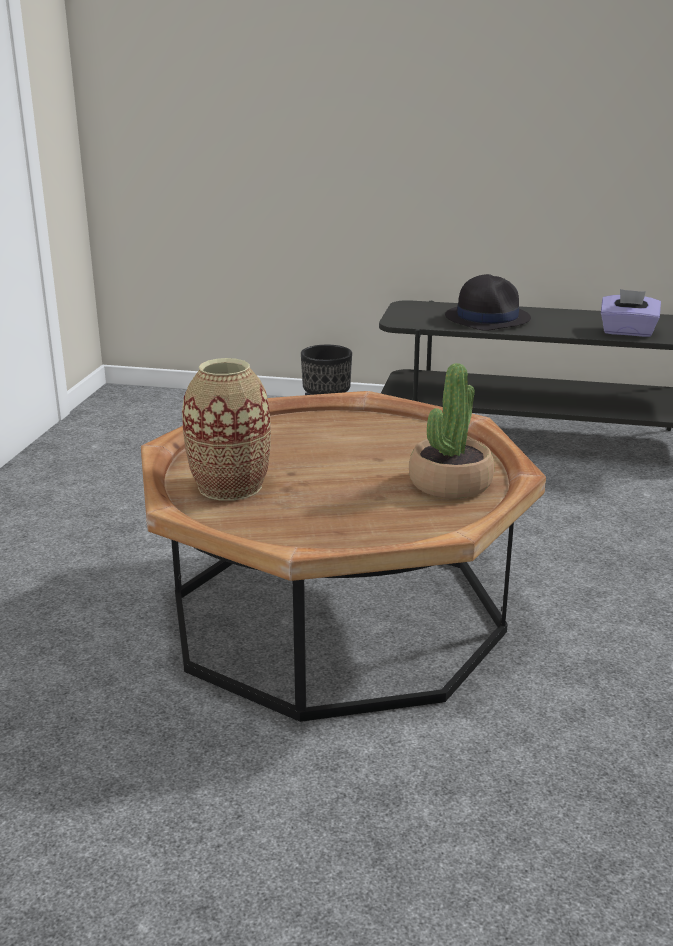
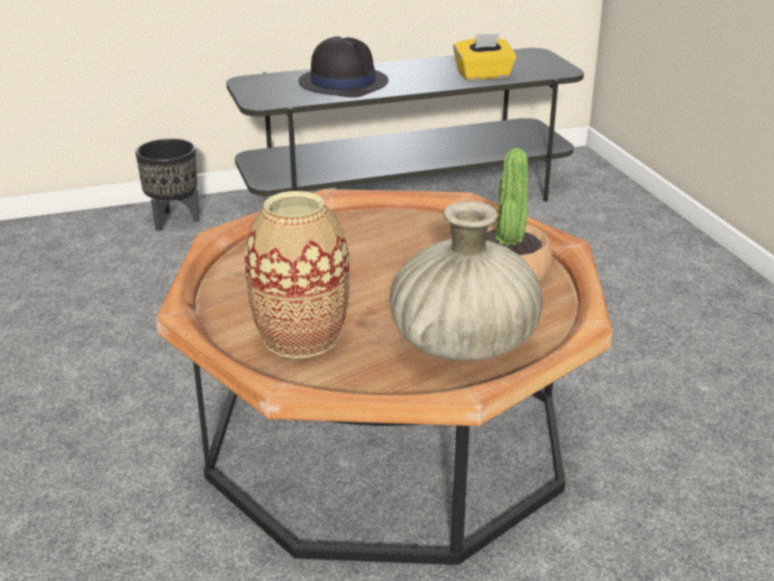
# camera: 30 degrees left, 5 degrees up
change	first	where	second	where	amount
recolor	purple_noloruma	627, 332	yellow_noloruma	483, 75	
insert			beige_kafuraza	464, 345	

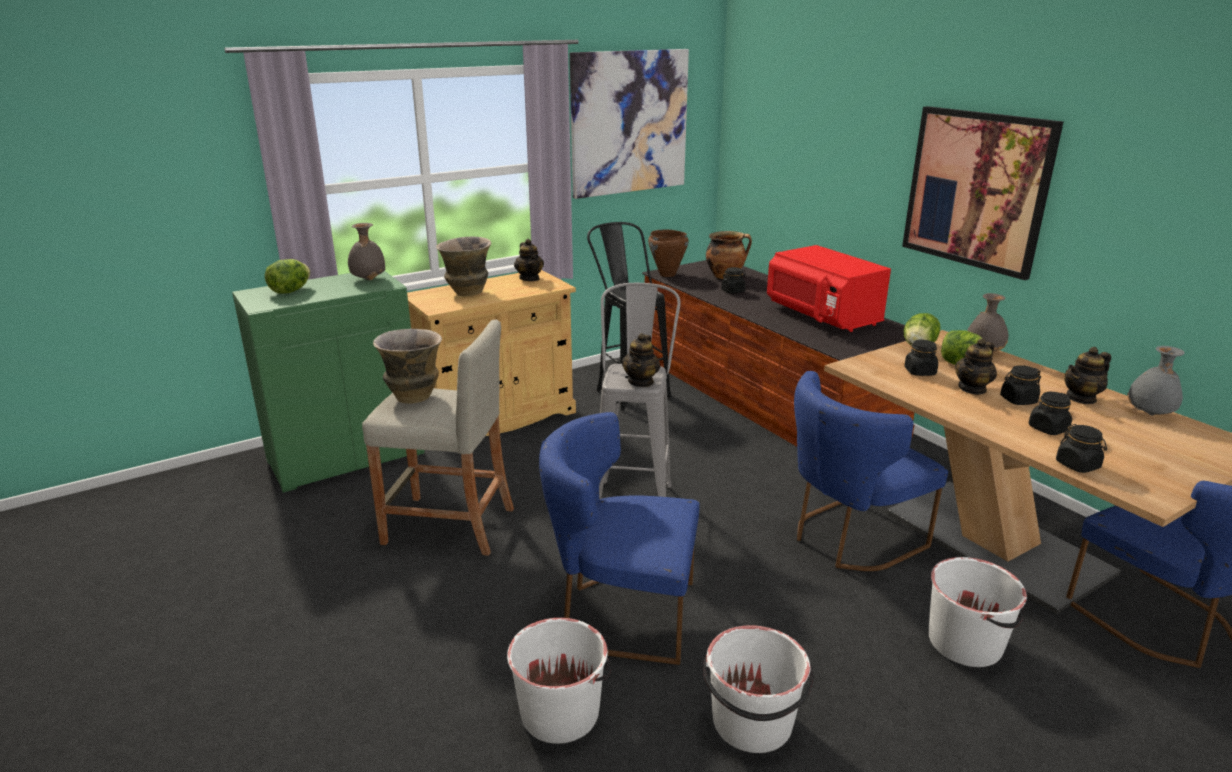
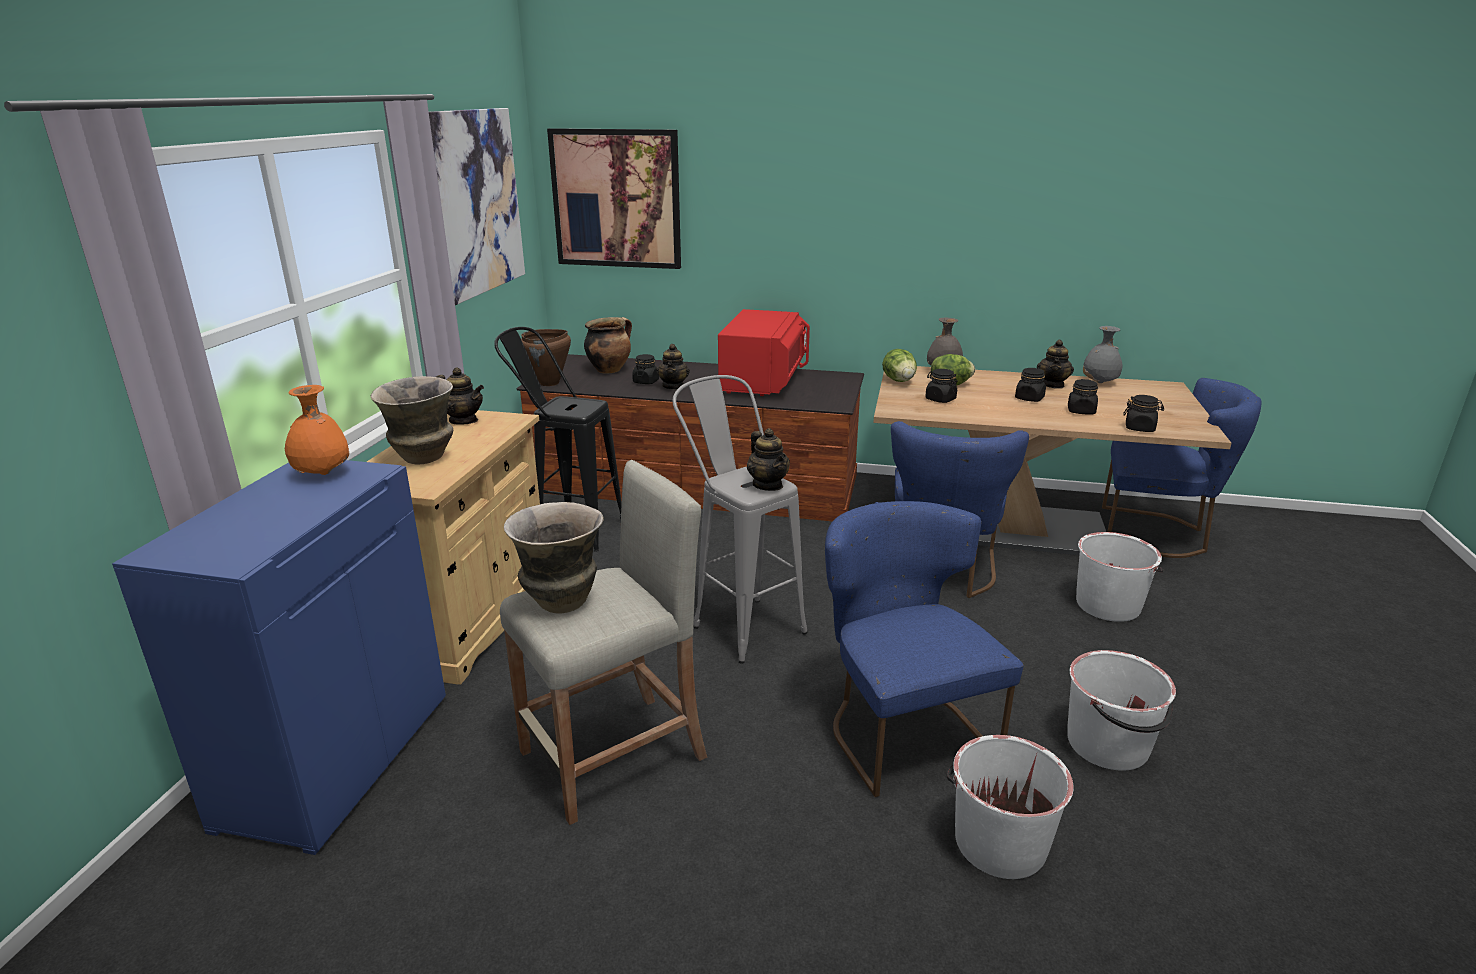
# camera: 45 degrees left, 0 degrees up
change	first	where	second	where	amount
recolor	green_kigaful	346, 456	blue_kigaful	336, 758	
delete	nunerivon	290, 291			
recolor	grey_kafuraza	368, 279	orange_kafuraza	322, 474	
rotate	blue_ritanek	621, 613		901, 729	105 degrees clockwise
rotate	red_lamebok	822, 316		763, 382	90 degrees counterclockwise
move	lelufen	976, 190		616, 199	
move	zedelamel	972, 389		673, 386	

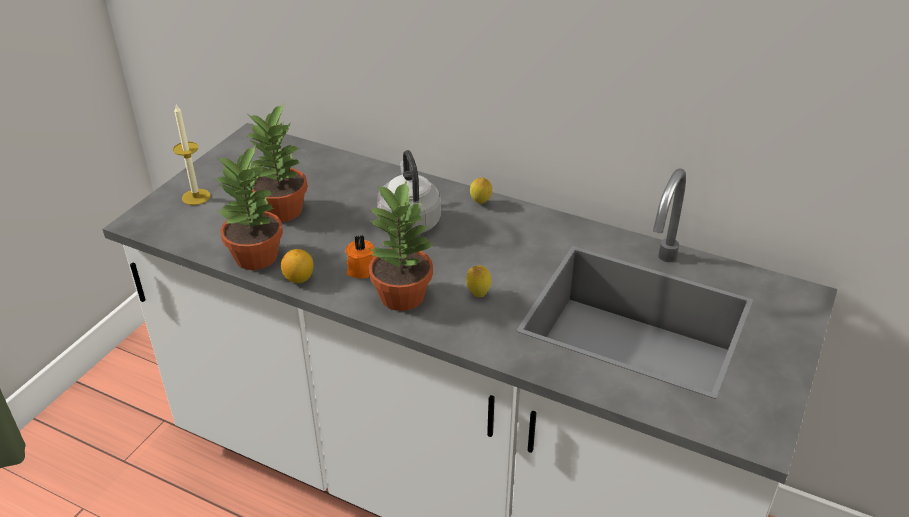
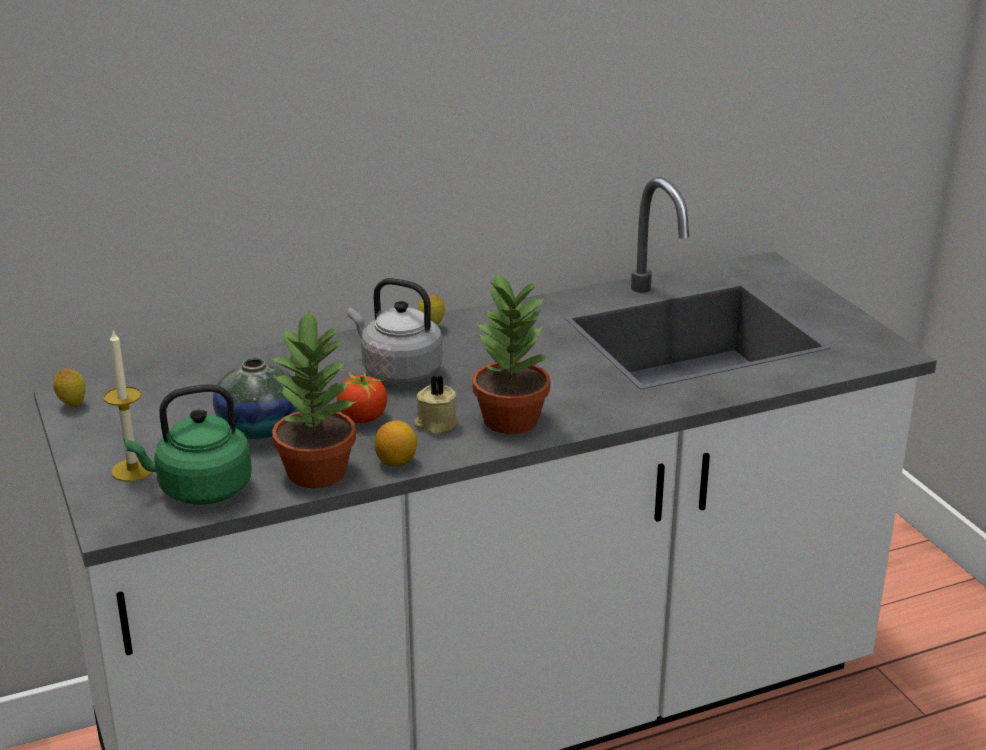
# camera: 50 degrees left, 10 degrees down
change	first	where	second	where	amount
replace	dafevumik	283, 211	kafuraza	259, 428	
recolor	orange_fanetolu	361, 269	beige_fanetolu	435, 424	
move	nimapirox	478, 294		72, 405	
insert			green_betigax	200, 489	
insert			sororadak	362, 418	

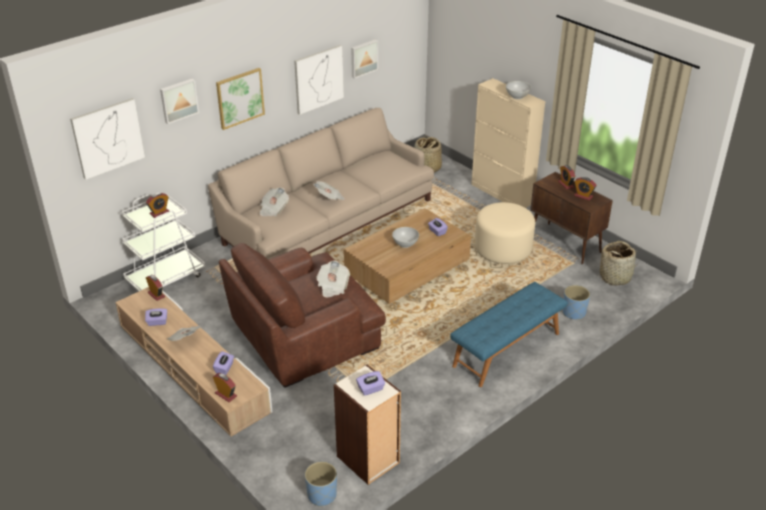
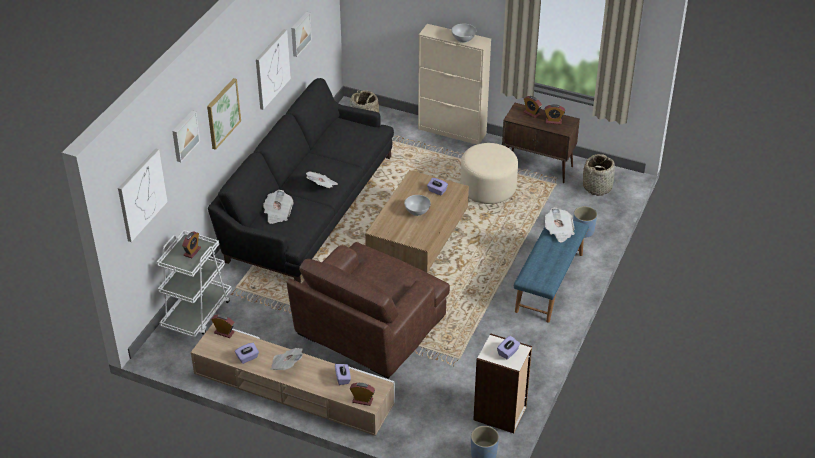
# camera: 25 degrees left, 5 degrees up
change	first	where	second	where	amount
recolor	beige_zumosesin	327, 220	black_zumosesin	308, 206	
move	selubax	332, 287		559, 231	

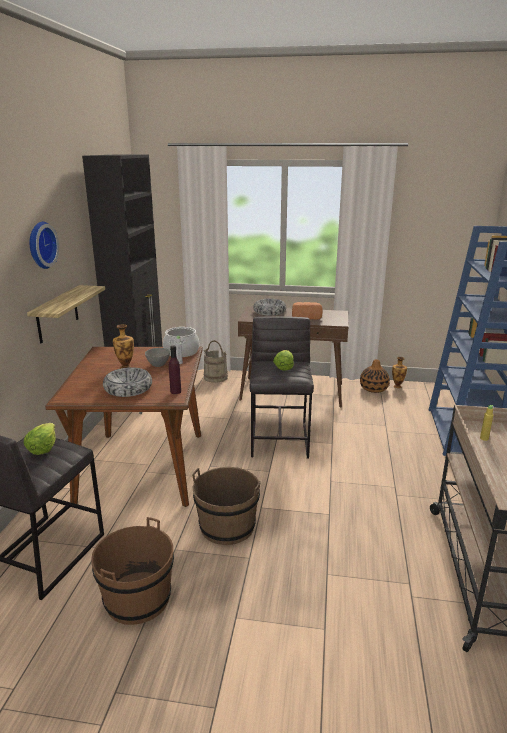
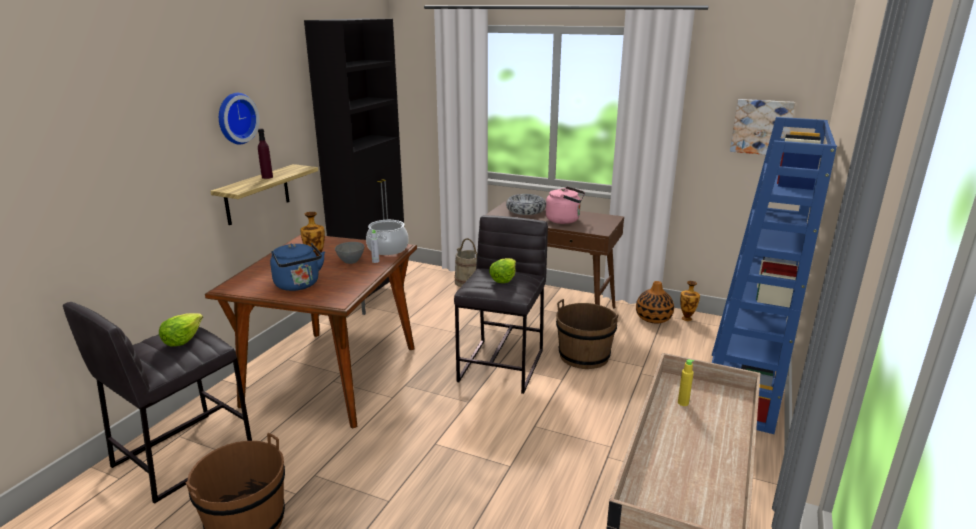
# camera: 15 degrees right, 0 degrees up
change	first	where	second	where	amount
replace	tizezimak	128, 389	blue_betigax	298, 285	
move	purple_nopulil	175, 391		267, 177	
move	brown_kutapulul	227, 527		584, 356	
replace	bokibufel	306, 317	pink_betigax	565, 220	
insert			lelufen	761, 127	

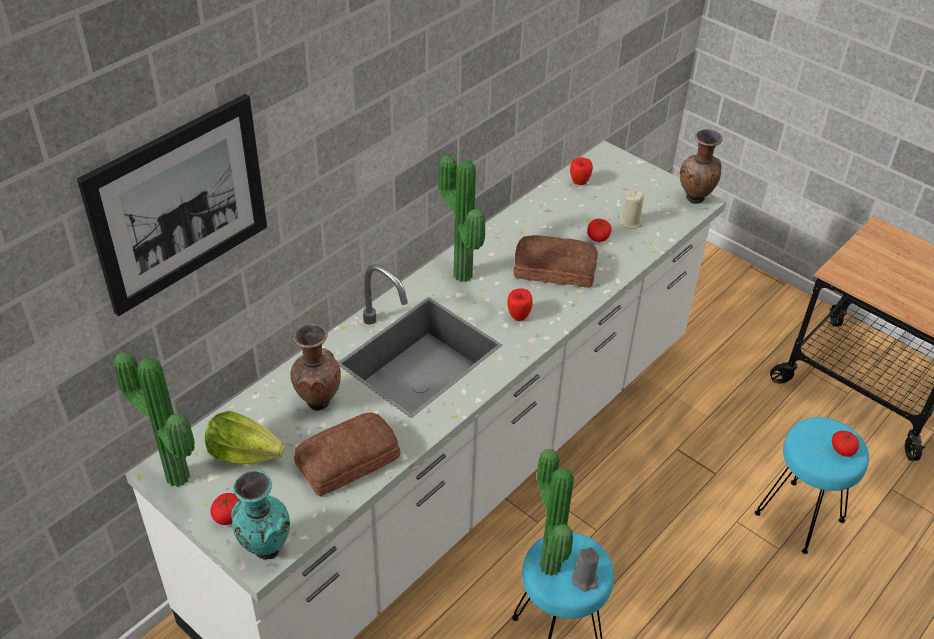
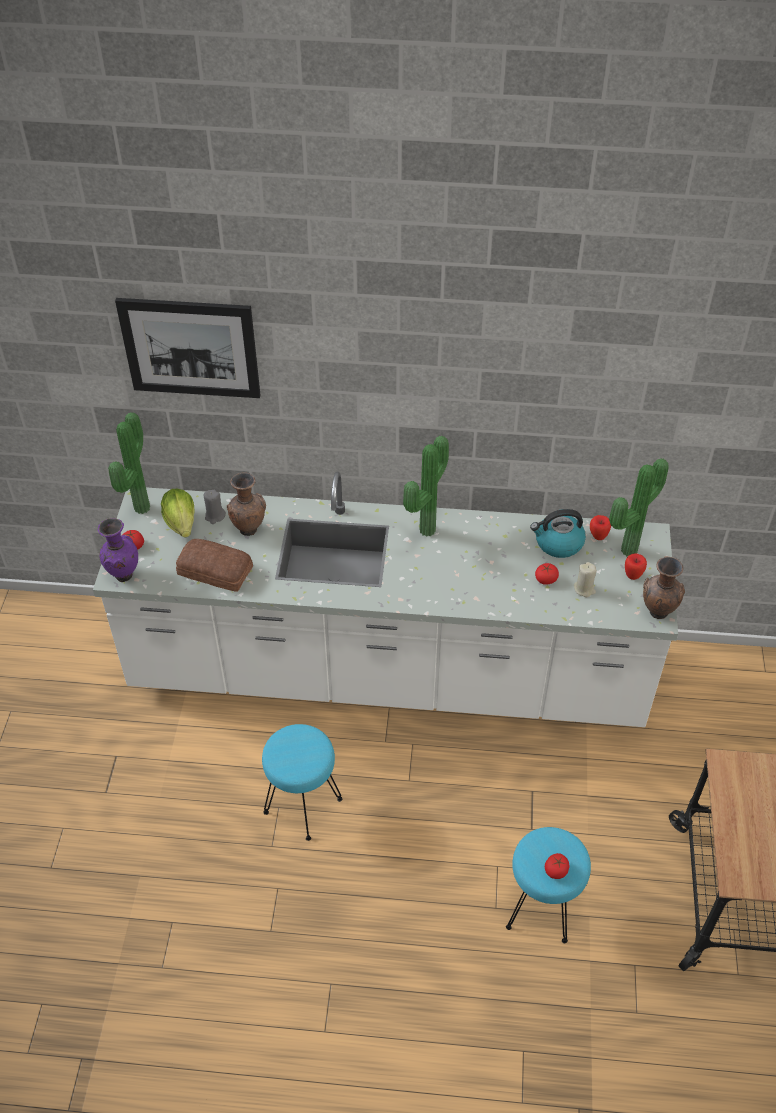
# camera: 55 degrees right, 5 degrees up
change	first	where	second	where	amount
recolor	turquoise_kafuraza	264, 549	purple_kafuraza	123, 575	
move	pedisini	518, 316		633, 575	
delete	bokibufel	554, 268			
move	dafevumik	546, 567		626, 549	
move	grey_fanetolu	585, 579		215, 516	
insert			betigax	558, 543	

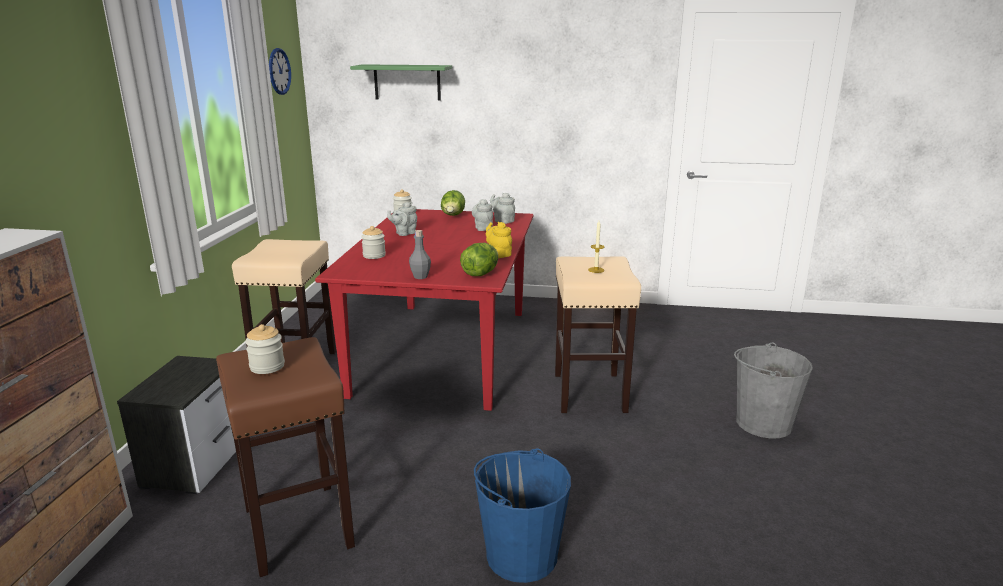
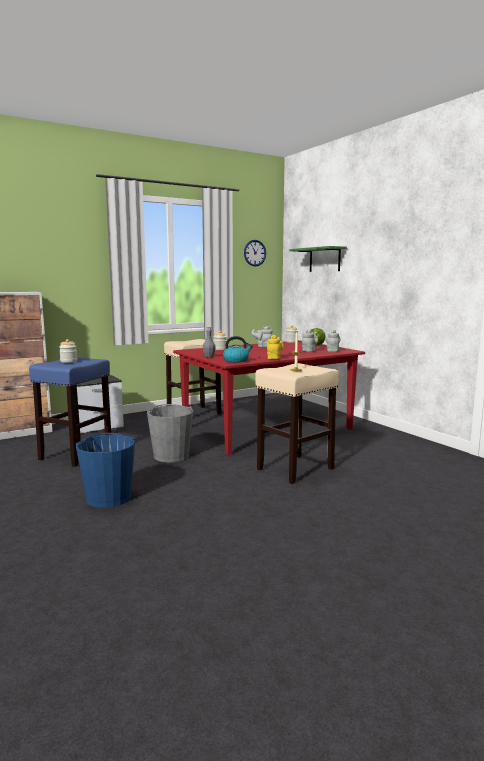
# camera: 50 degrees right, 10 degrees down
change	first	where	second	where	amount
recolor	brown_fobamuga	297, 526	blue_fobamuga	76, 454	
replace	nunerivon	480, 274	betigax	236, 360	
move	grey_kutapulul	763, 423		171, 455	

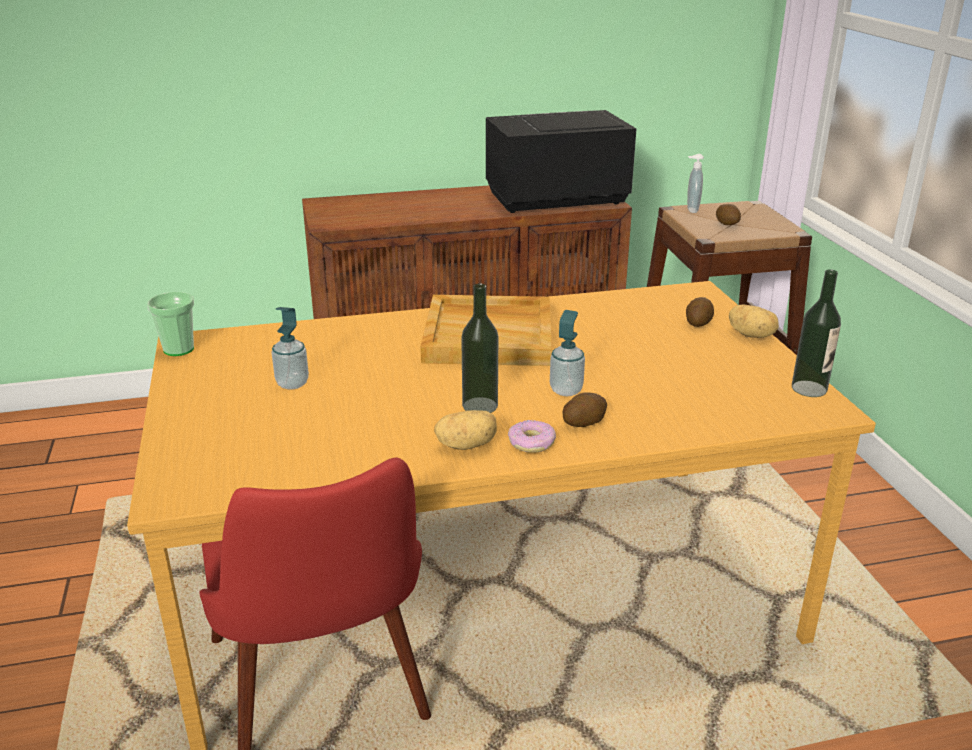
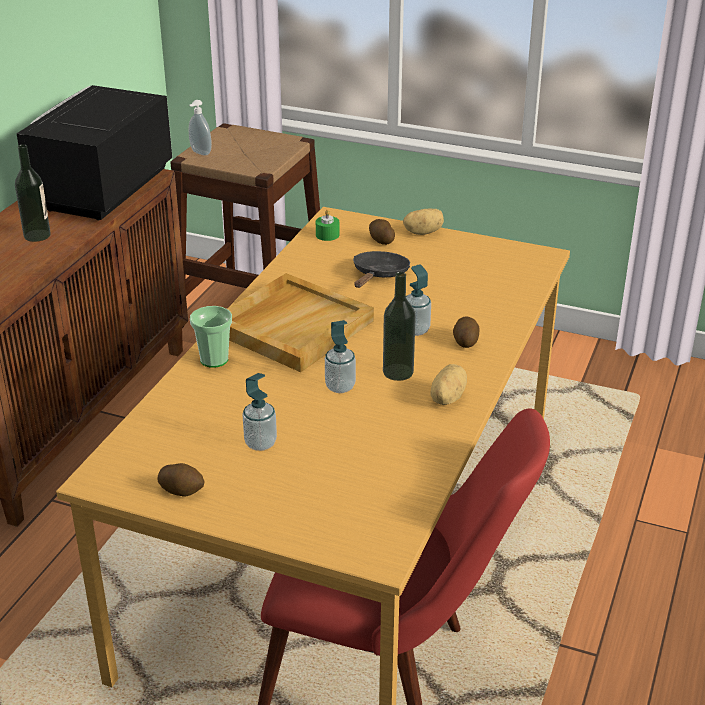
# camera: 55 degrees left, 5 degrees up
change	first	where	second	where	amount
move	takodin	179, 349		214, 359	
delete	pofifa	531, 443			
move	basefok	727, 224		182, 490	
move	nopulil	809, 389		37, 235	
insert			green_fanetolu	327, 235	
insert			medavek	340, 387	
insert			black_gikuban	379, 275	

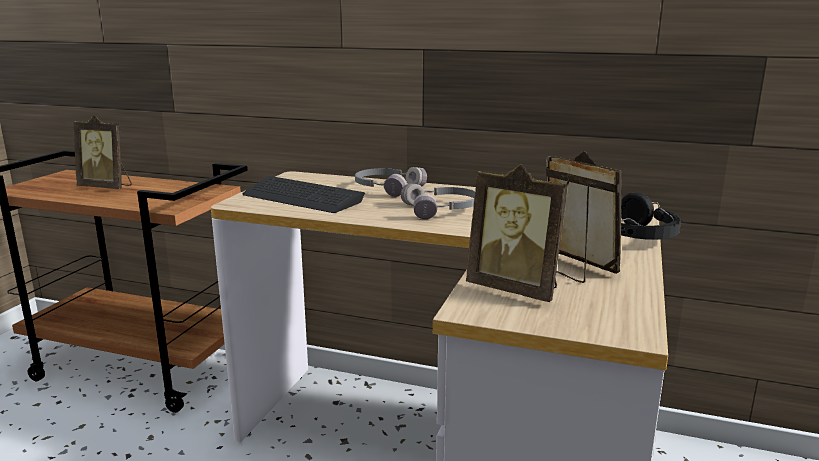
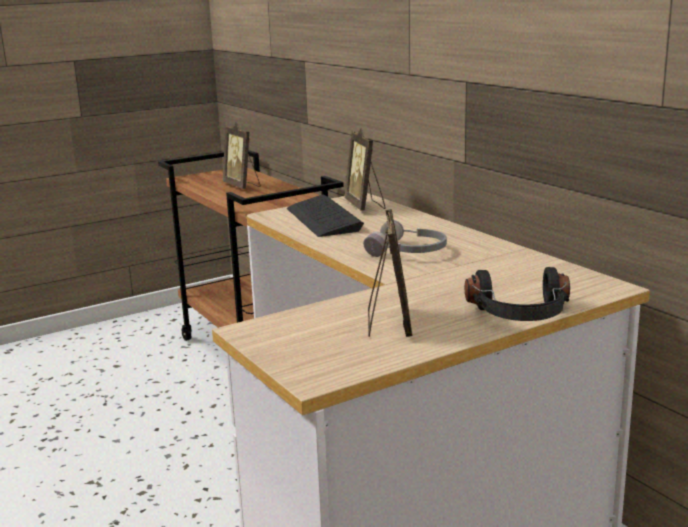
# camera: 40 degrees right, 0 degrees up
change	first	where	second	where	amount
delete	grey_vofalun	387, 188			
move	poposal	515, 289		365, 206	

